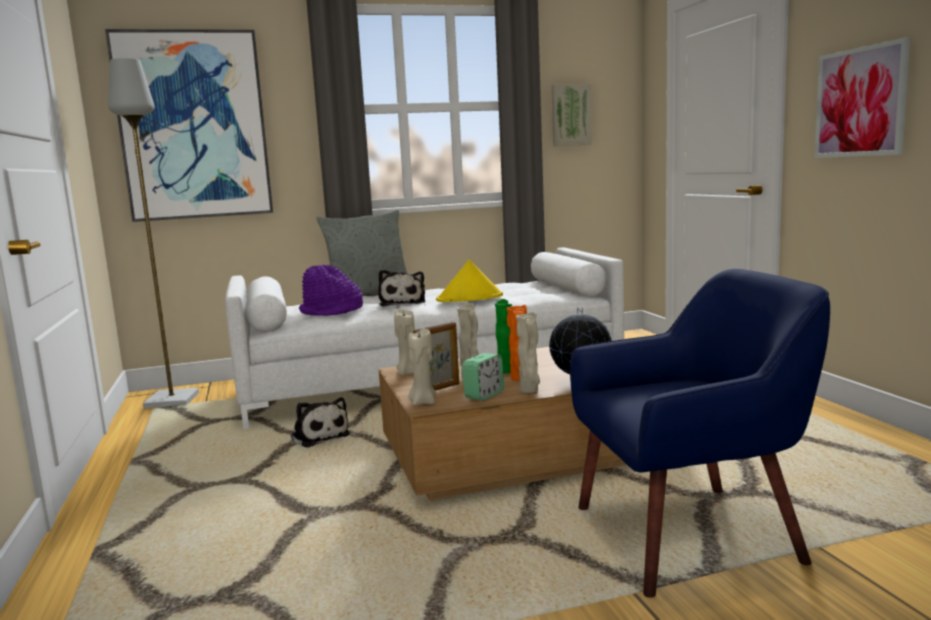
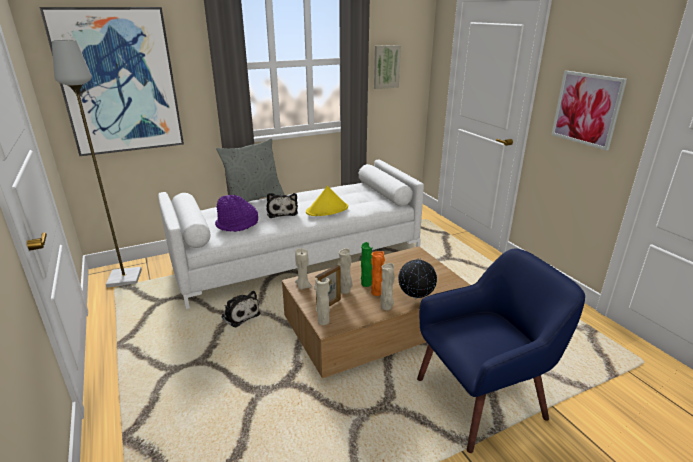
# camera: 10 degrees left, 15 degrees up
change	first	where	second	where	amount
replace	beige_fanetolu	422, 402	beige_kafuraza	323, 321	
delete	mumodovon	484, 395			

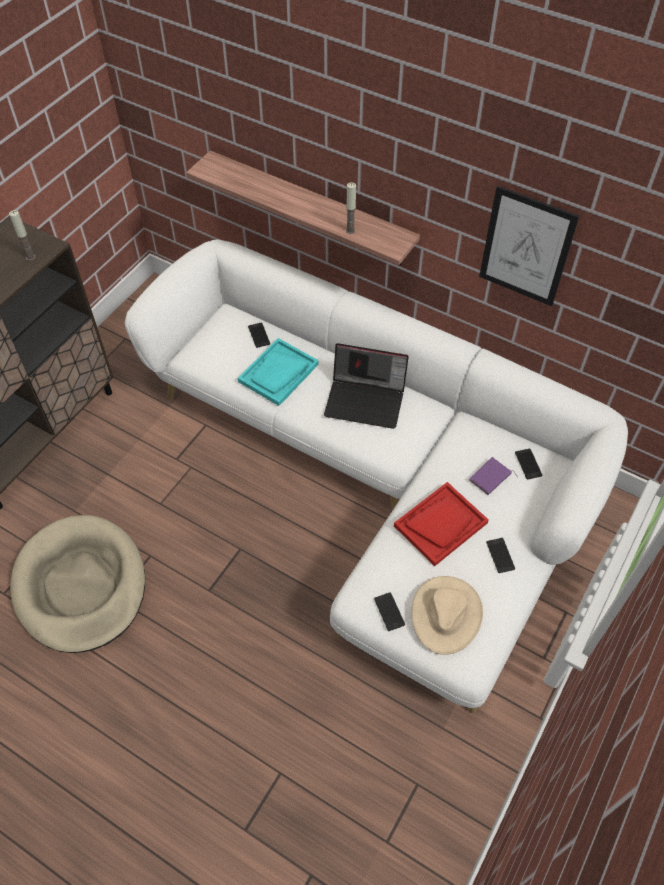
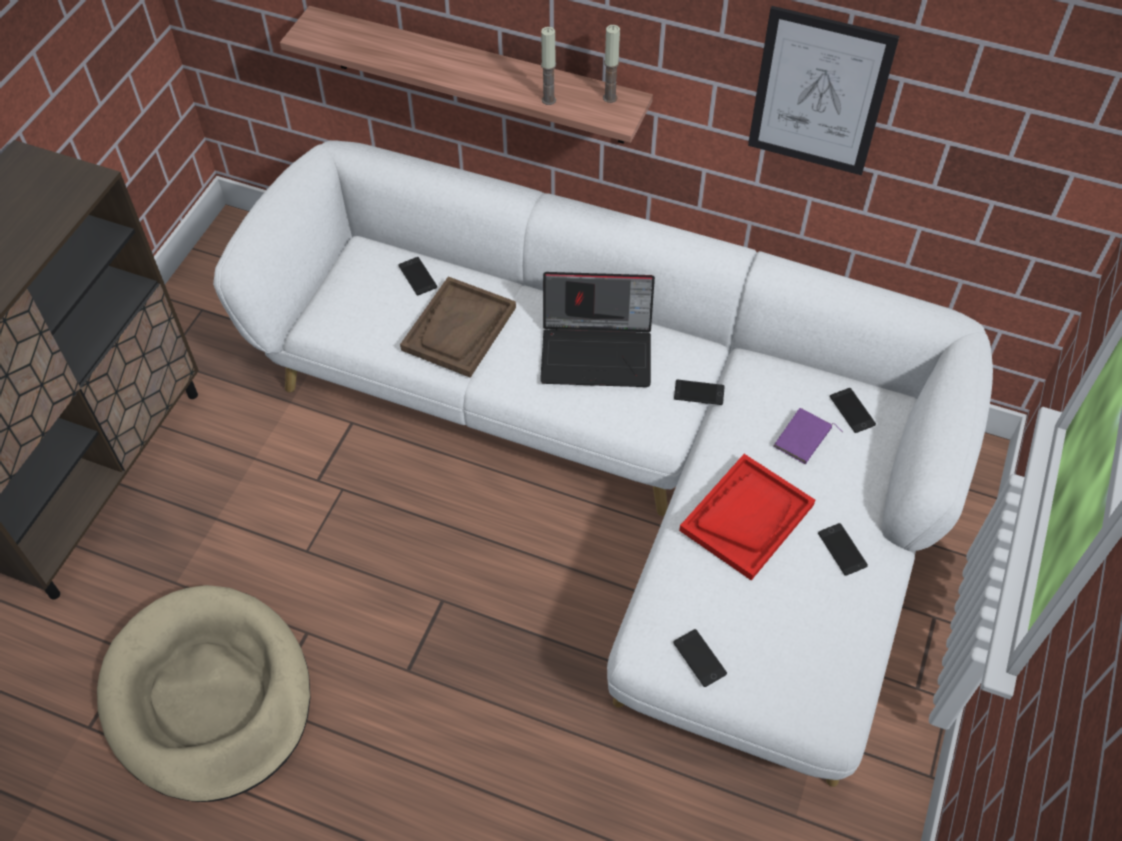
# camera: 10 degrees left, 0 degrees up
change	first	where	second	where	amount
move	fanetolu	30, 257		610, 98	
recolor	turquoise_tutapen	278, 373	brown_tutapen	459, 329	
delete	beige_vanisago	445, 614			
insert			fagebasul	699, 393	

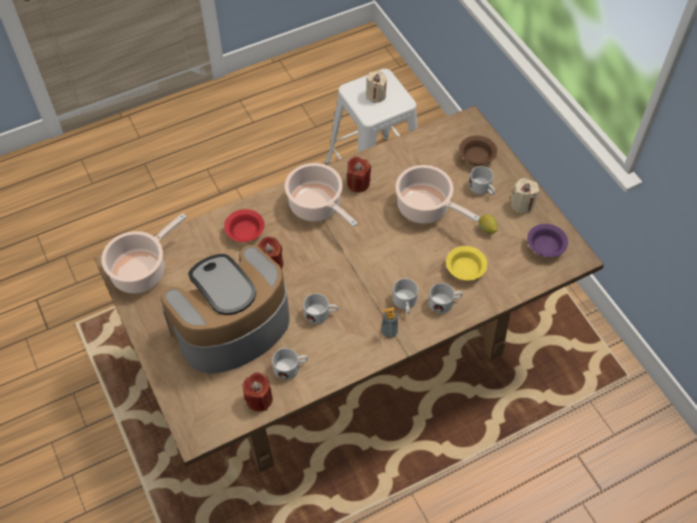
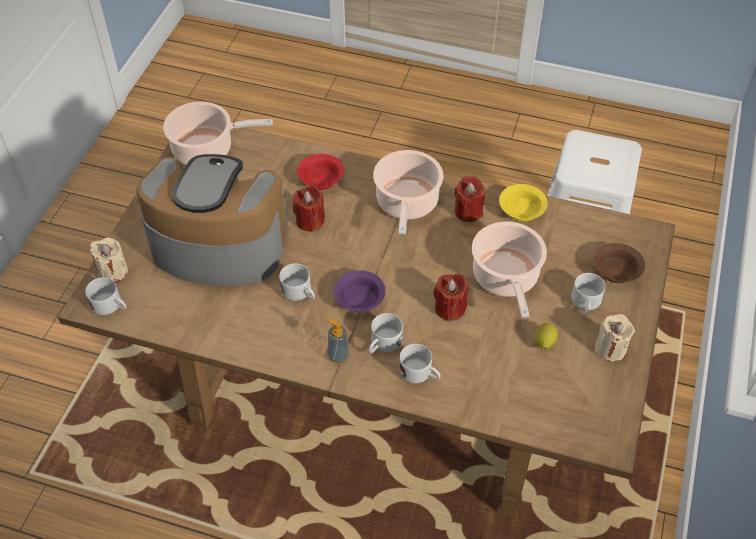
# camera: 45 degrees right, 5 degrees down
change	first	where	second	where	amount
move	red_fanetolu	259, 399		450, 308	
move	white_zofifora	291, 367		111, 306	
move	beige_fanetolu	375, 95		113, 271	
move	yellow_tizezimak	464, 269		520, 210	
move	purple_tizezimak	544, 246		359, 298	

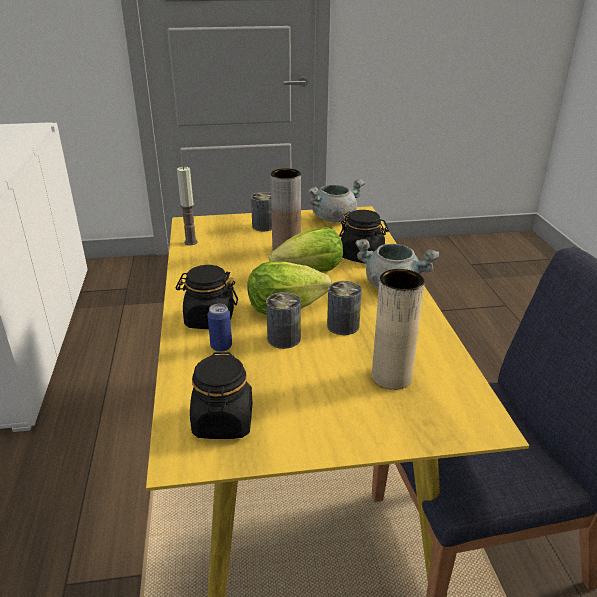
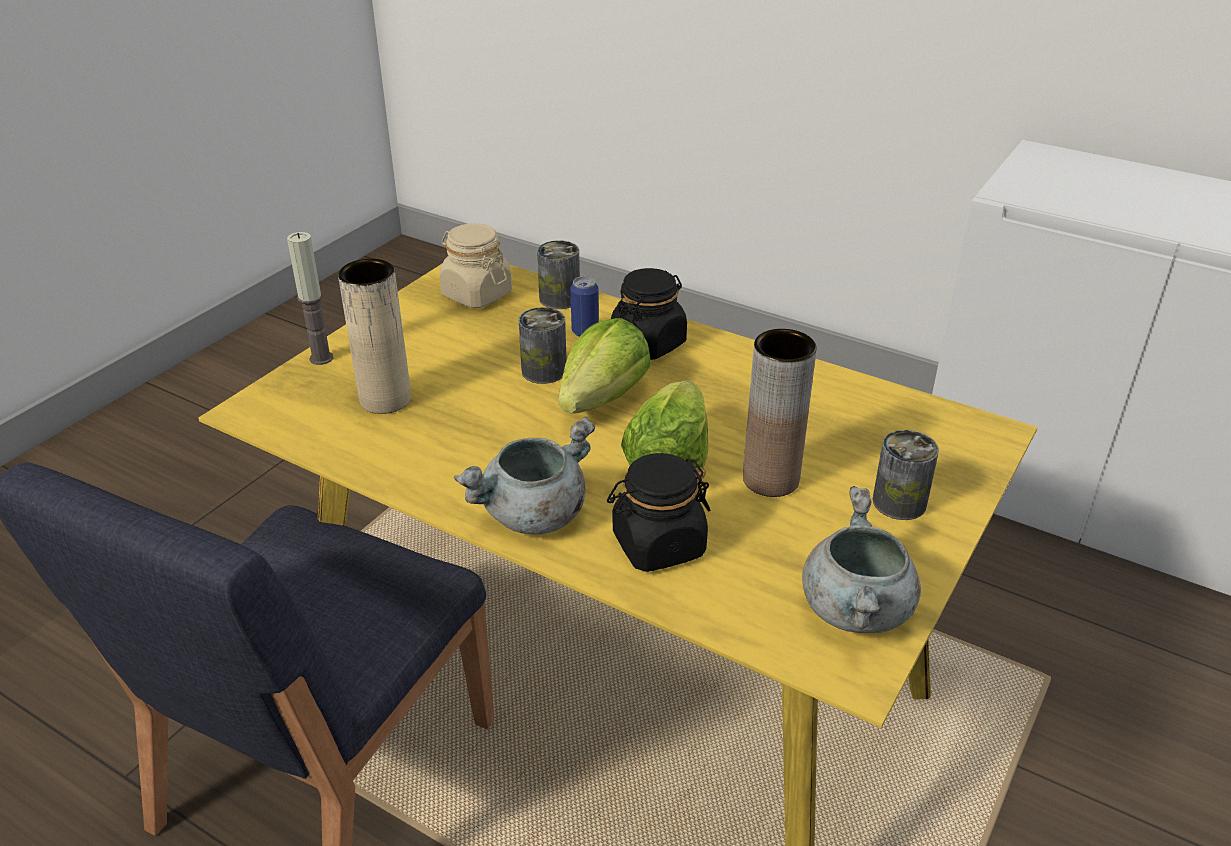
# camera: 130 degrees right, 5 degrees up
change	first	where	second	where	amount
move	fanetolu	191, 242		321, 358	
recolor	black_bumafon	223, 422	beige_bumafon	476, 294	
move	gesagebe	343, 326		559, 299	

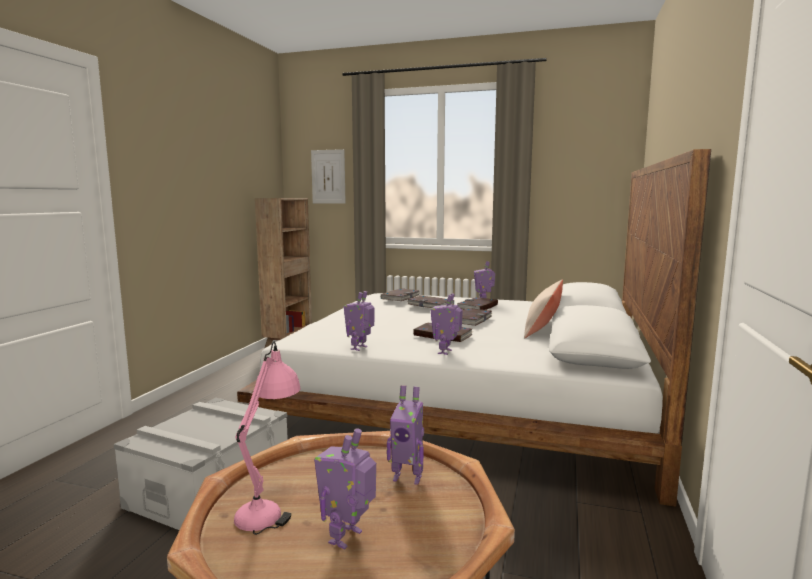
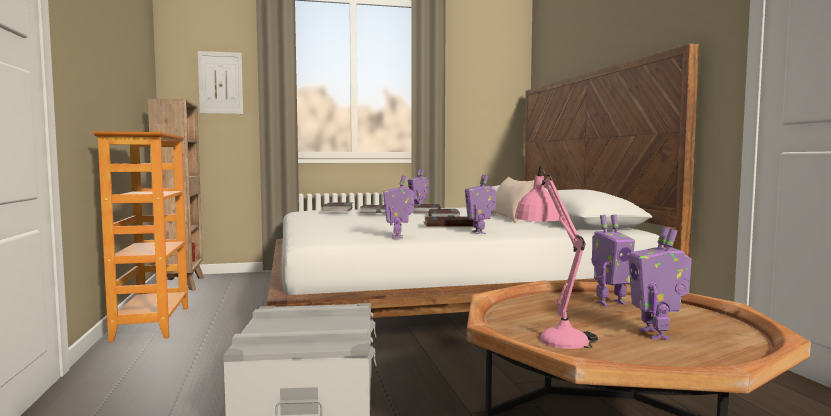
# camera: 30 degrees left, 5 degrees down
change	first	where	second	where	amount
insert			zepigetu	150, 323	

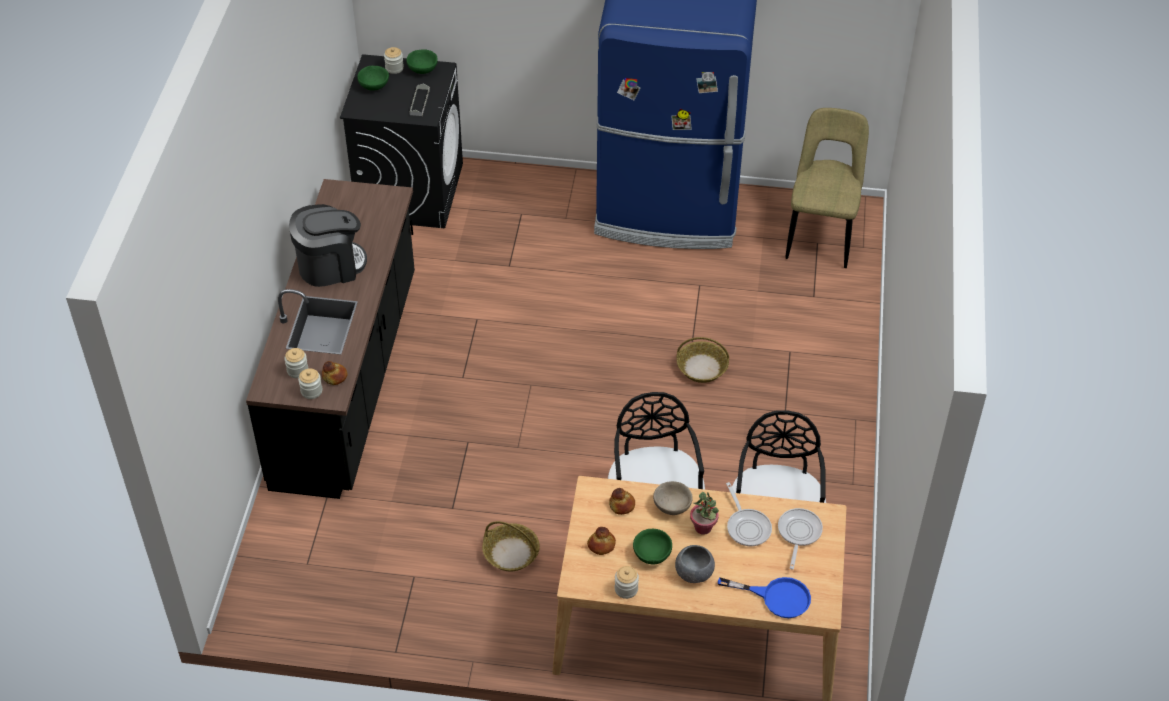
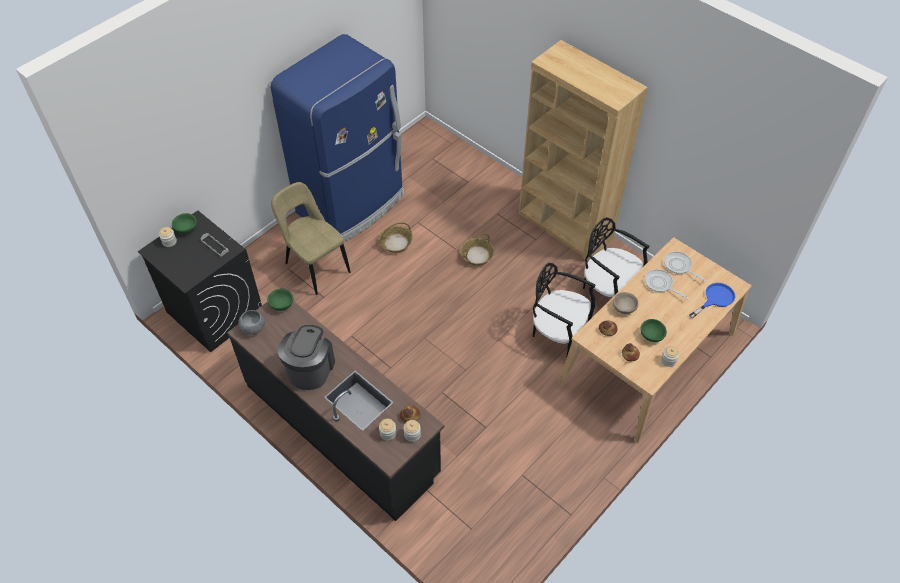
# camera: 55 degrees left, 5 degrees up
change	first	where	second	where	amount
move	green_tizezimak	374, 86		282, 304	
move	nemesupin	511, 553		396, 242	
move	grey_tizezimak	694, 573		253, 328	
delete	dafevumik	703, 527			
rotate	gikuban	747, 527		660, 284	150 degrees counterclockwise
move	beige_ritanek	821, 235		315, 266	
insert			brown_zepigetu	565, 227	

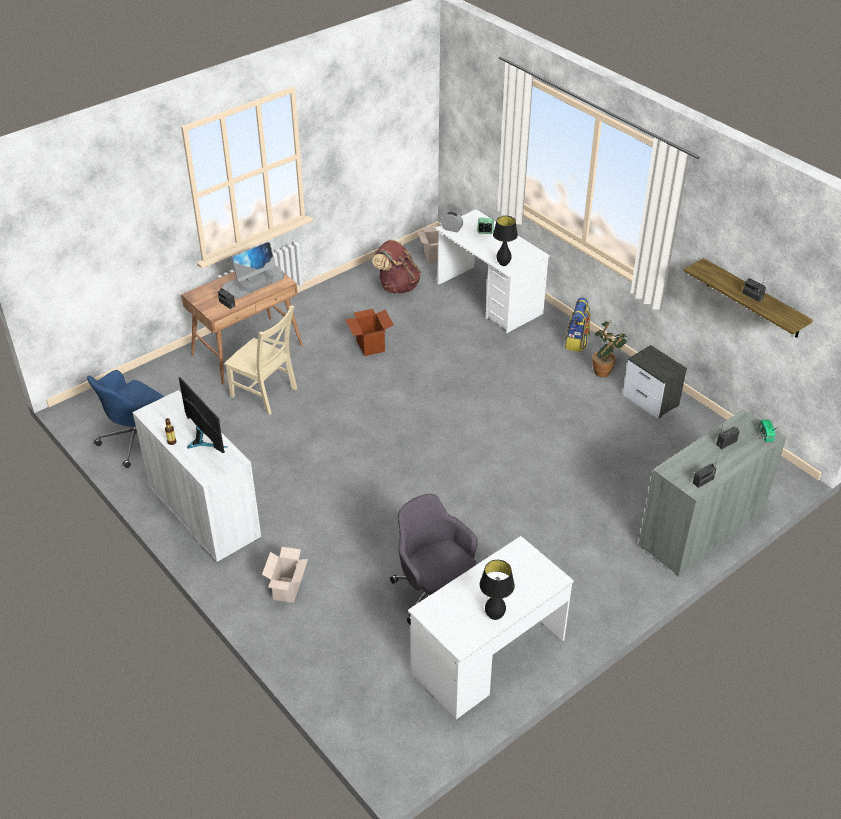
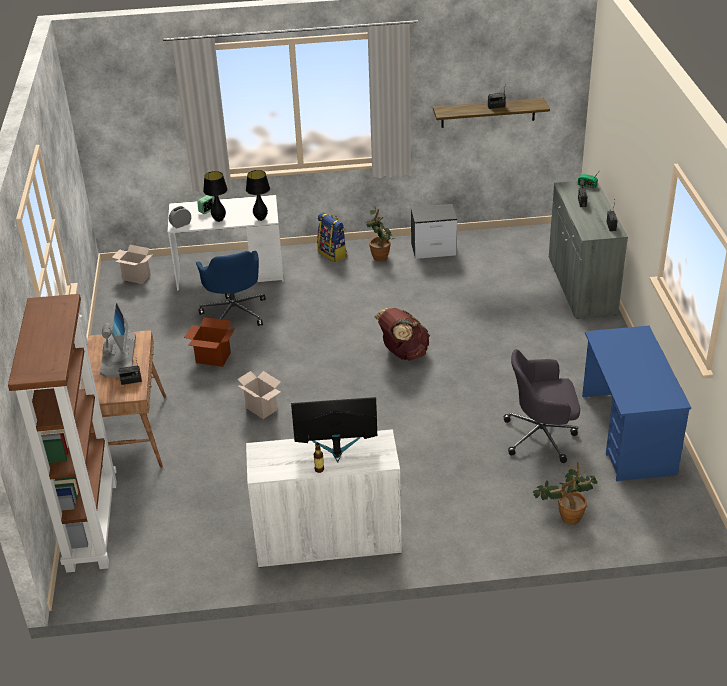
# camera: 55 degrees left, 5 degrees down
change	first	where	second	where	amount
move	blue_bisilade	138, 439		234, 312	
delete	beige_ritanek	266, 394			
move	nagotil	288, 590		262, 409	
move	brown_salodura	397, 286		403, 353	
recolor	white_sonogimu	488, 656	blue_sonogimu	627, 434	
move	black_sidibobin	494, 616		219, 220	
insert			brown_zepigetu	91, 524	
insert			dafevumik	565, 517	

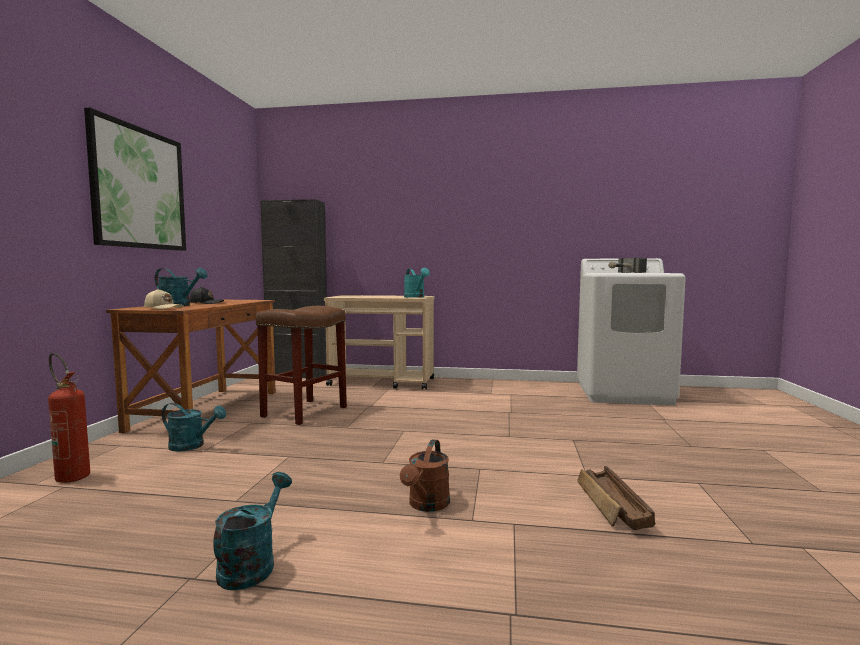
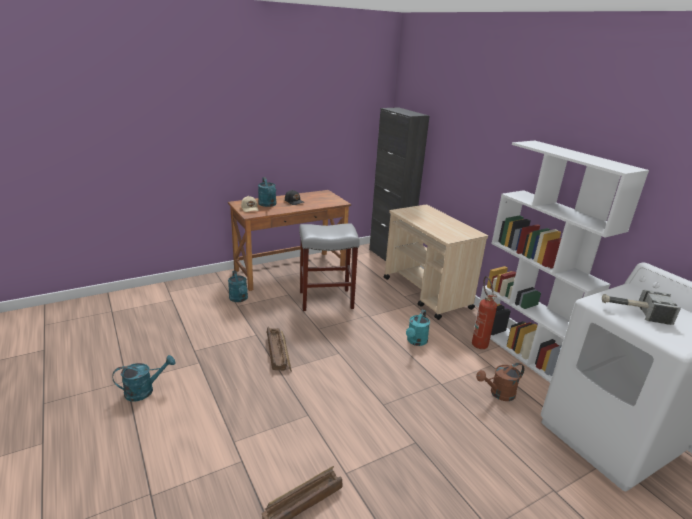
# camera: 50 degrees right, 20 degrees up
change	first	where	second	where	amount
move	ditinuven	69, 475		478, 342	
delete	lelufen	139, 188			
recolor	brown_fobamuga	304, 412	grey_fobamuga	325, 300	
move	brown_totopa	426, 505		498, 394	
move	turquoise_totopa	416, 297		416, 342	
insert			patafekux	278, 353	
insert			white_zepigetu	523, 351	

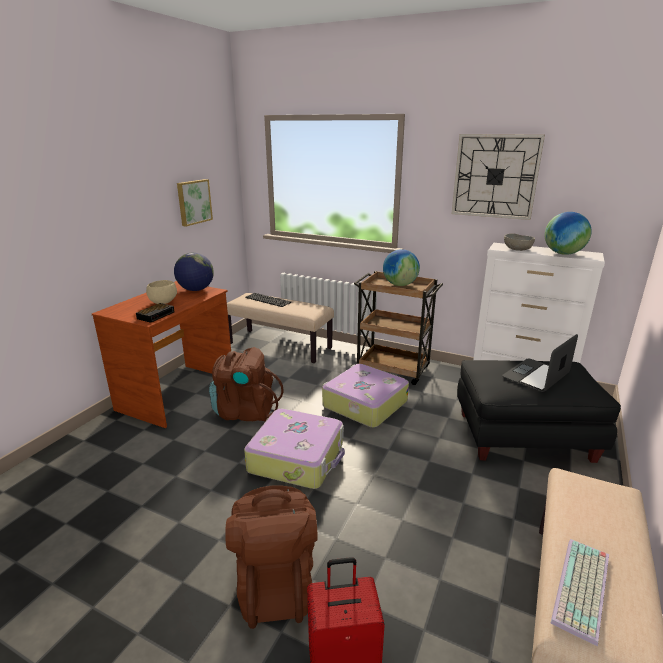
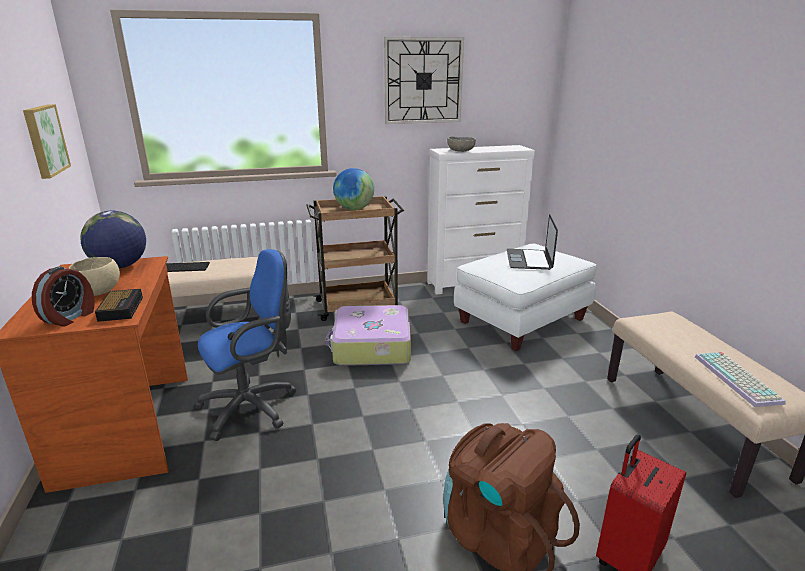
# camera: 40 degrees left, 0 degrees up
change	first	where	second	where	amount
replace	brown_salodura	245, 411	blue_bisilade	253, 407	
delete	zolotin	297, 457			
recolor	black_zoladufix	524, 436	white_zoladufix	521, 320	
delete	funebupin	563, 254			
insert			mumodovon	71, 317	

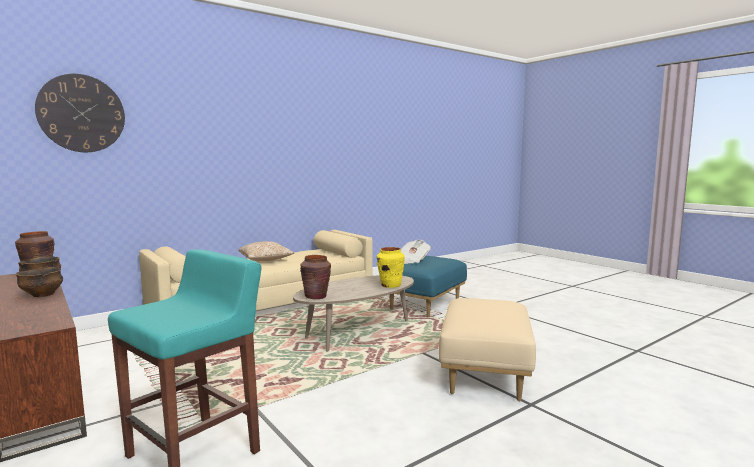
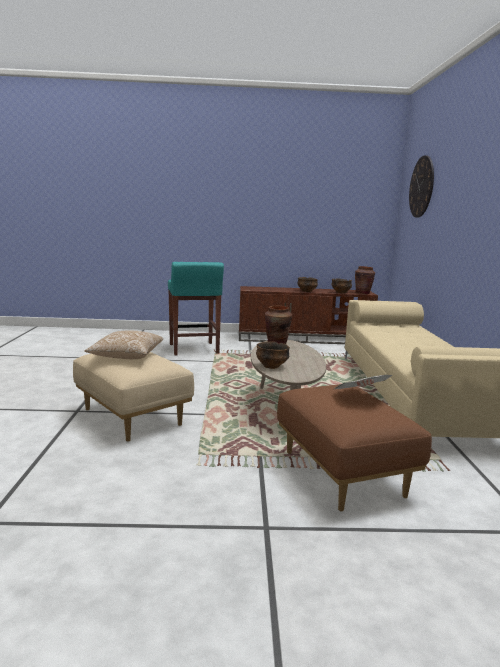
# camera: 125 degrees right, 5 degrees up
change	first	where	second	where	amount
move	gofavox	265, 260		126, 356	
replace	yellow_kafuraza	390, 285	tizezimak	271, 366	
recolor	blue_zoladufix	424, 305	brown_zoladufix	344, 474	

